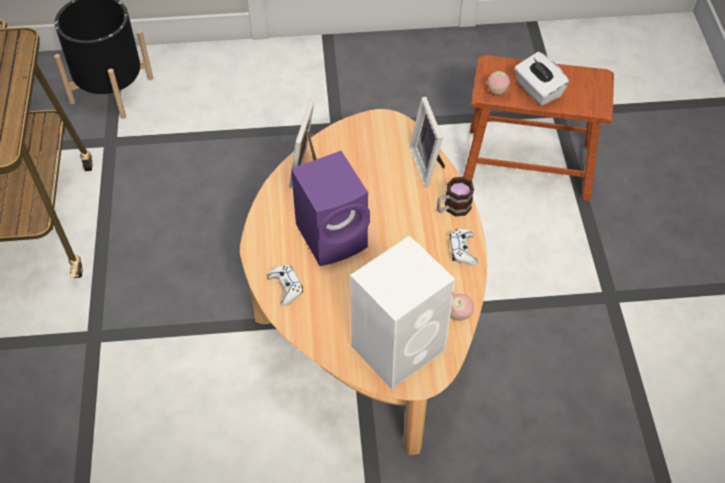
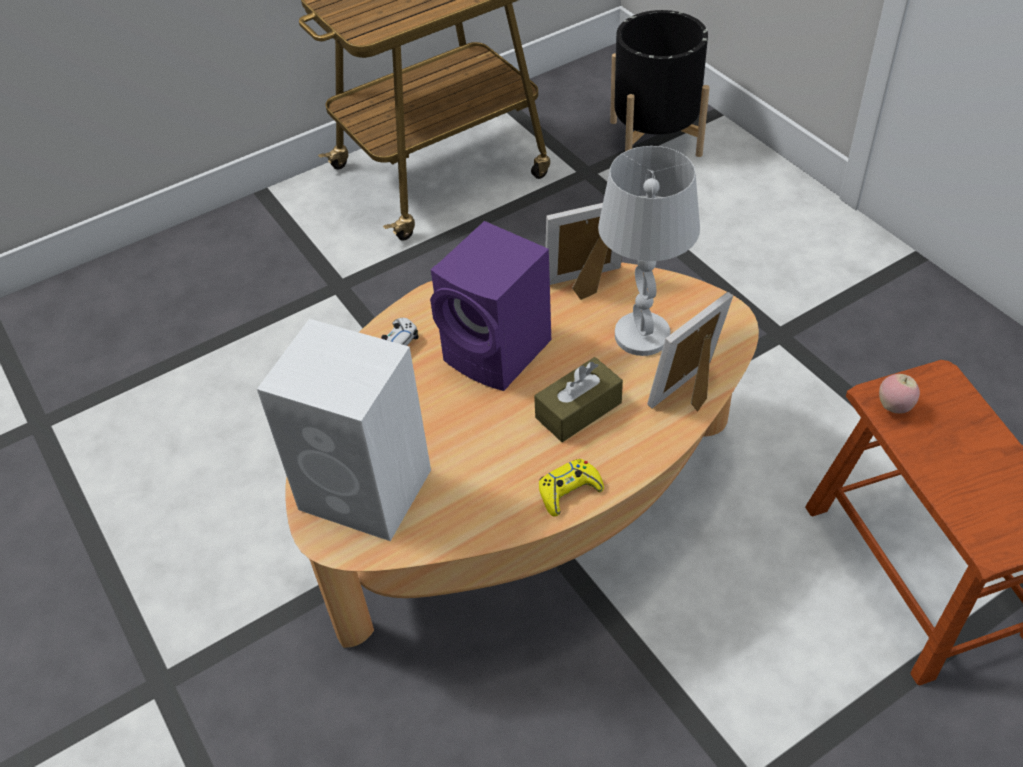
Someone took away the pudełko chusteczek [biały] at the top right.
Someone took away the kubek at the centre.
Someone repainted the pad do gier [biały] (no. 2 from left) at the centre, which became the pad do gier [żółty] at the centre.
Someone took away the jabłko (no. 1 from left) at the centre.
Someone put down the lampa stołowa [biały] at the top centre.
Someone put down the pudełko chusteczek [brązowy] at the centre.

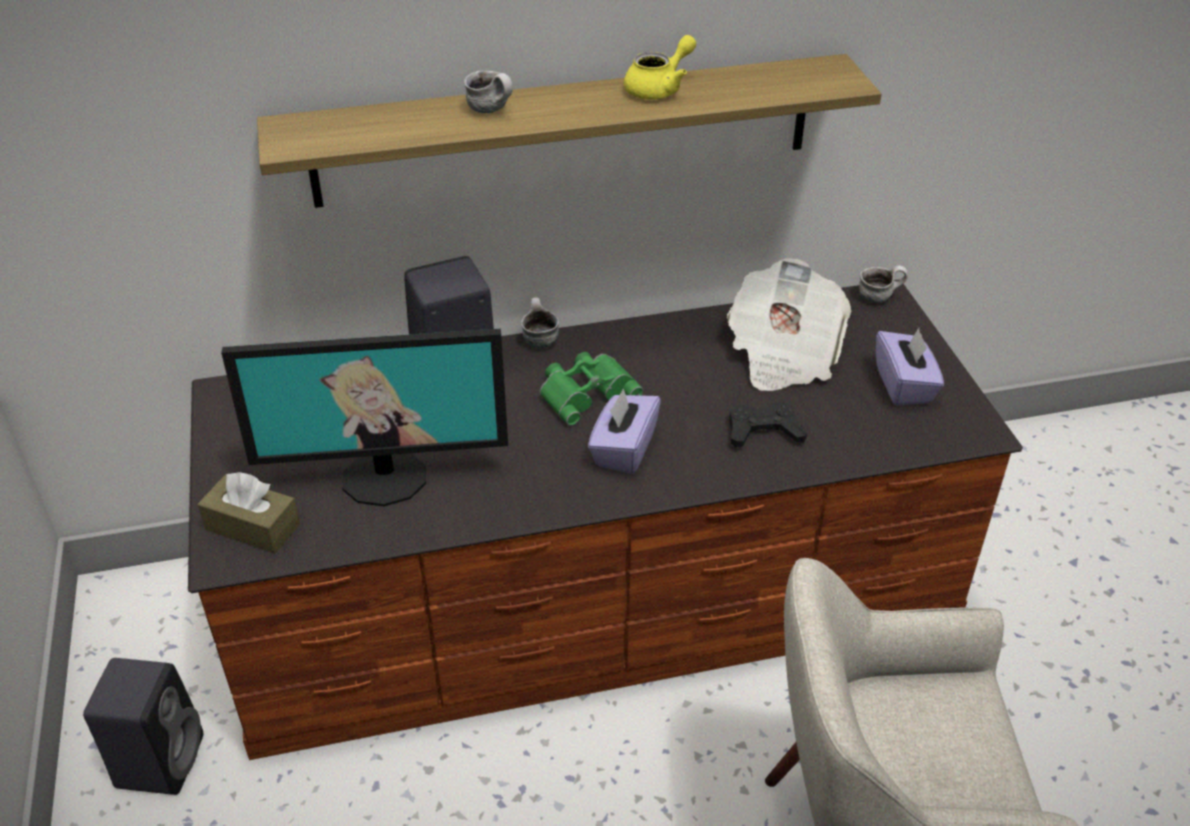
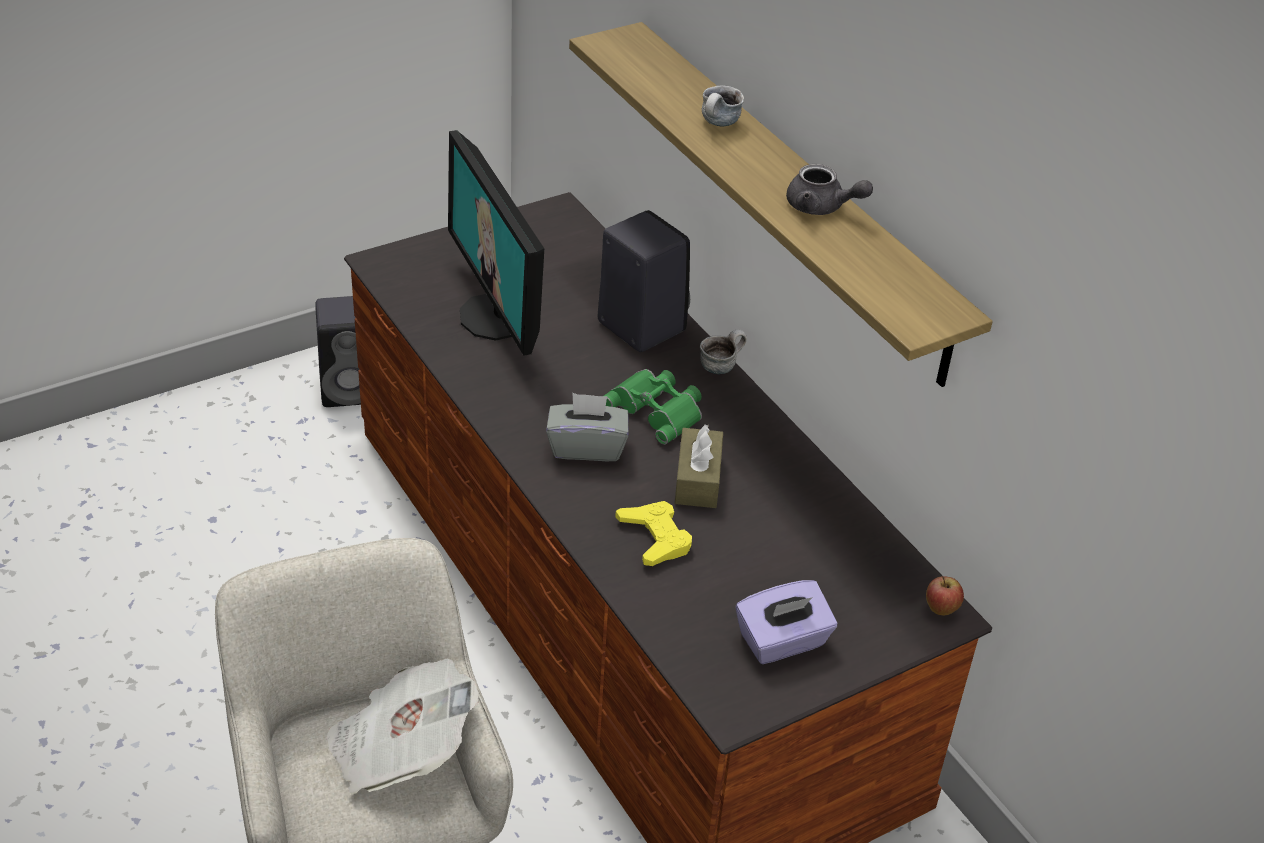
Someone repainted the imbryk [żółty] at the top centre, which became the imbryk [szary] at the top centre.
Someone carried the gazeta from the centre to the bottom left.
Someone swapped the kubek (no. 3 from left) at the middle right for the jabłko at the bottom right.
Someone repainted the pudełko chusteczek [fioletowy] (no. 1 from left) at the centre, which became the pudełko chusteczek [szary] at the centre.
Someone repainted the pad do gier [czarny] at the centre, which became the pad do gier [żółty] at the centre.
Someone carried the pudełko chusteczek [brązowy] from the middle left to the centre.

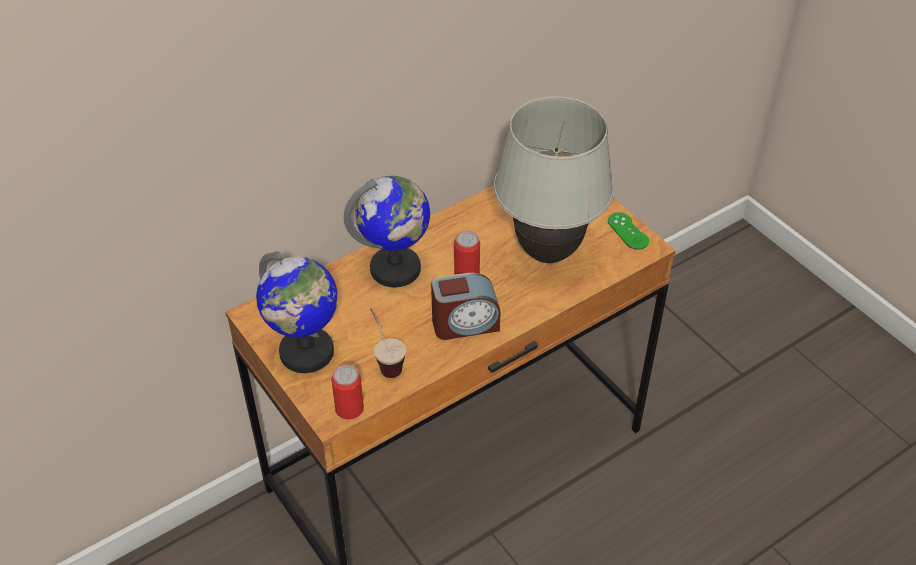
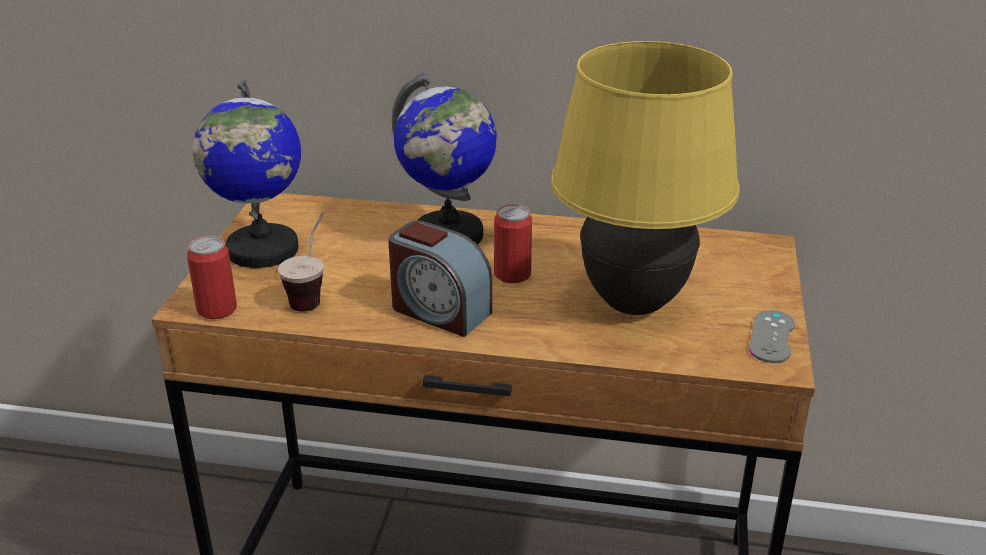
Someone repainted the lampa stołowa [biały] at the top centre, which became the lampa stołowa [żółty] at the top centre.
Someone repainted the pad do gier [zielony] at the middle right, which became the pad do gier [szary] at the middle right.

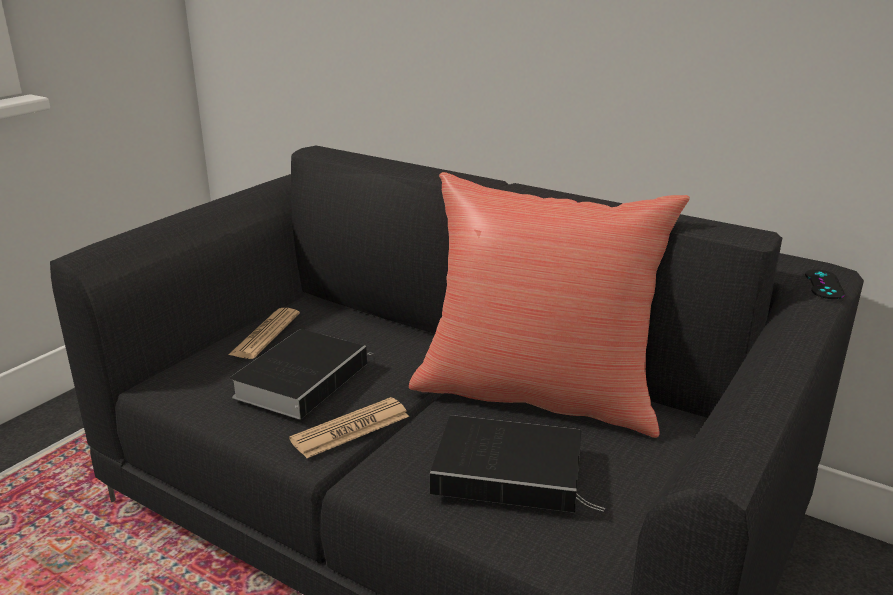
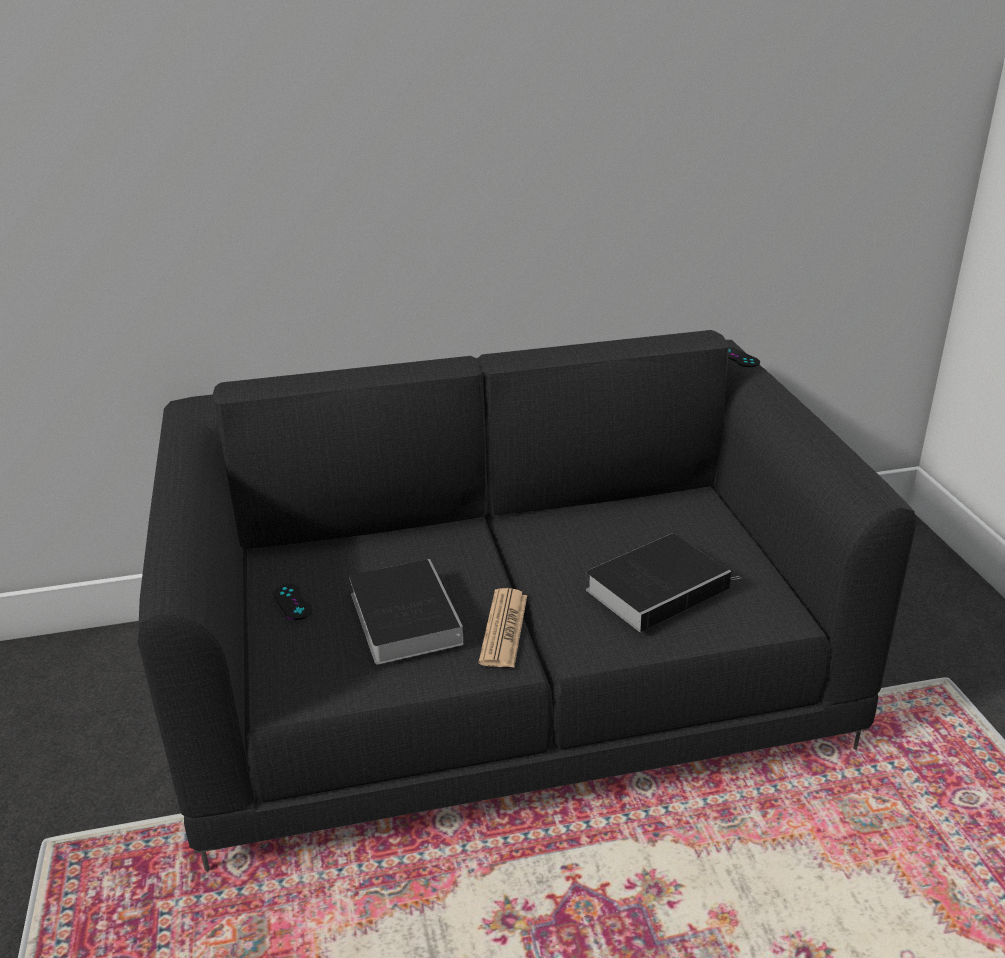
Someone took away the poduszka [czerwony] at the centre.
Someone swapped the gazeta (no. 1 from left) at the middle left for the pad do gier [czarny] (no. 1 from left) at the middle left.

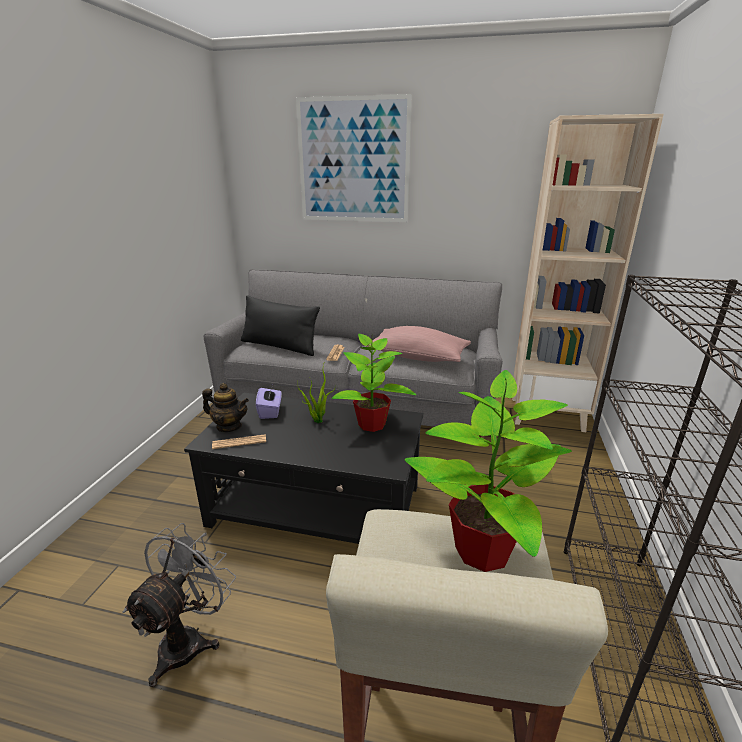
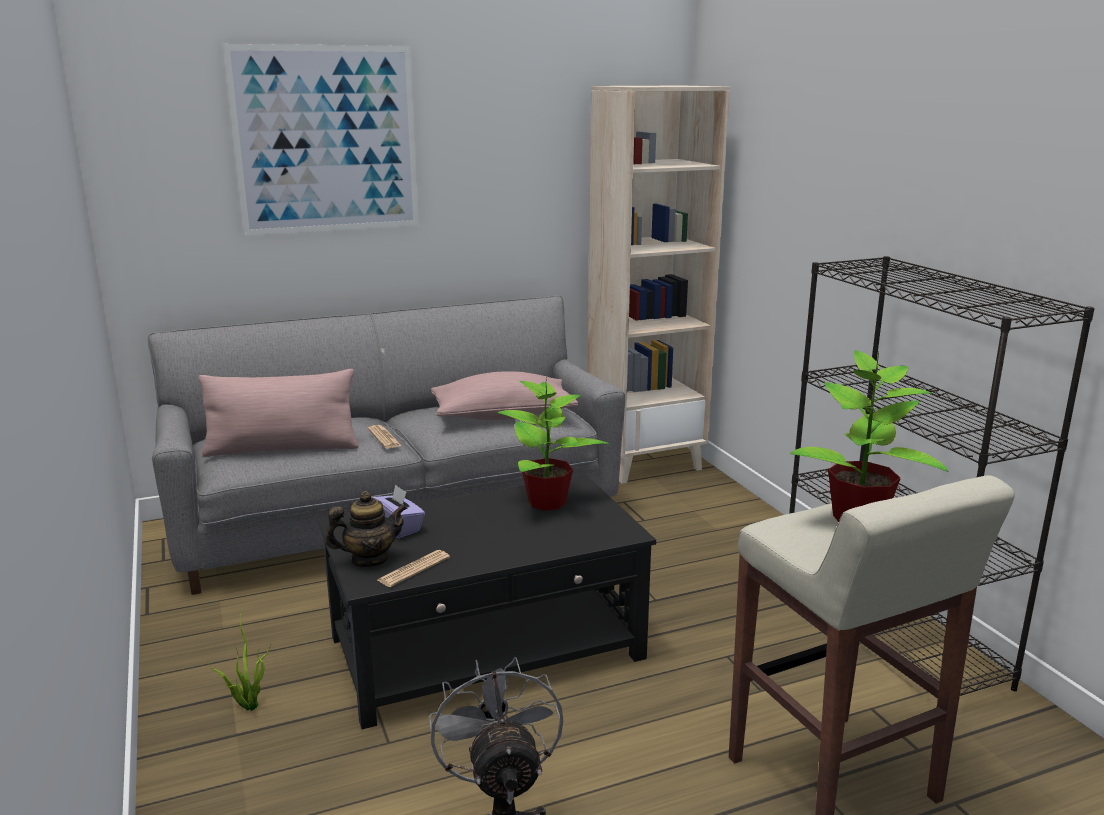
Someone repainted the poduszka [czarny] at the centre, which became the poduszka [różowy] (no. 1 from left) at the middle left.
Someone carried the roślina doniczkowa (no. 1 from left) from the centre to the bottom left.

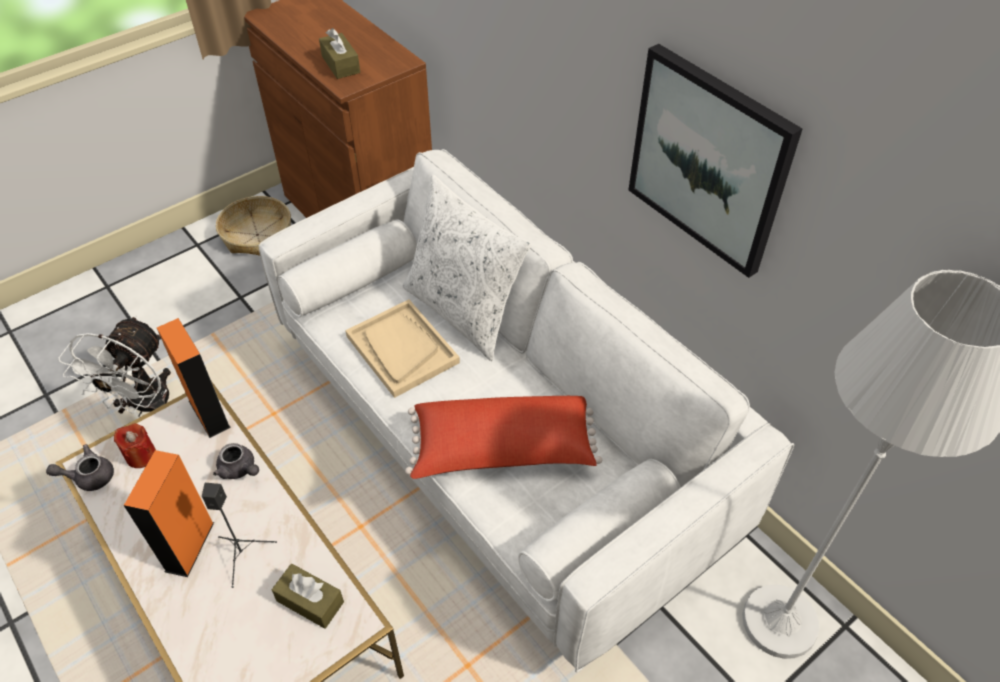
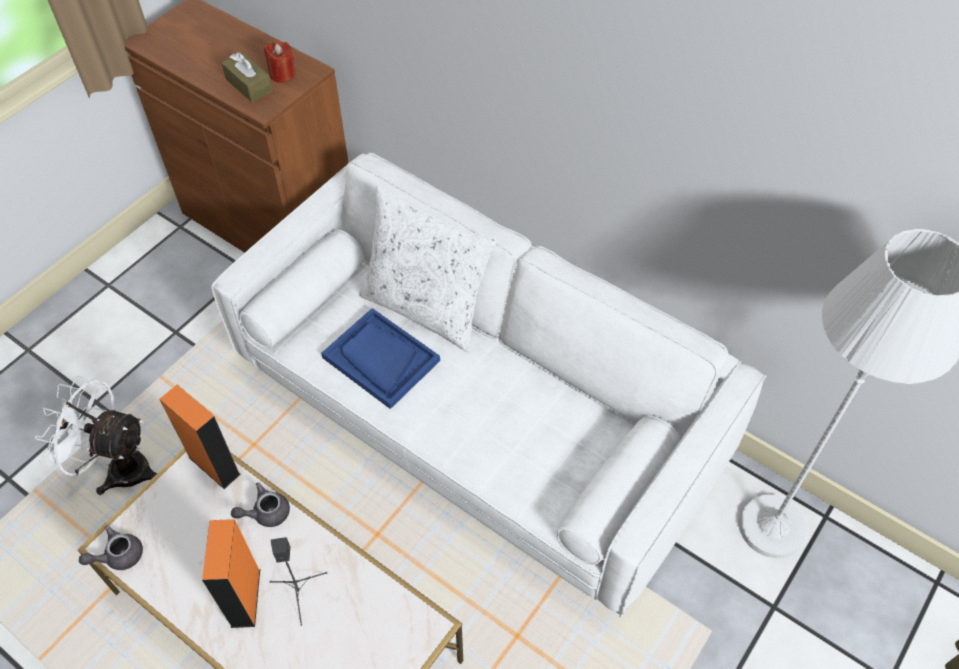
Someone took away the obraz at the top right.
Someone took away the koszyk at the top left.
Someone repainted the taca [beżowy] at the centre, which became the taca [niebieski] at the centre.
Someone rotated the wentylator [biały] at the middle left by 105 degrees clockwise.
Someone took away the poduszka [czerwony] at the centre.
Someone carried the świeca [czerwony] from the middle left to the top left.
Someone rotated the imbryk [szary] (no. 2 from left) at the bottom left by 135 degrees clockwise.
Someone took away the pudełko chusteczek [brązowy] (no. 1 from left) at the bottom left.

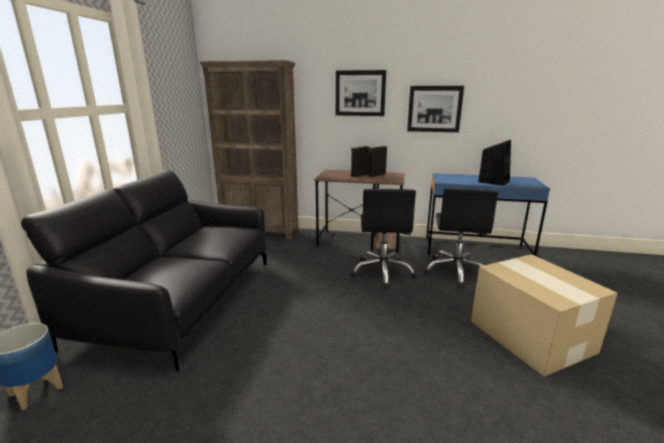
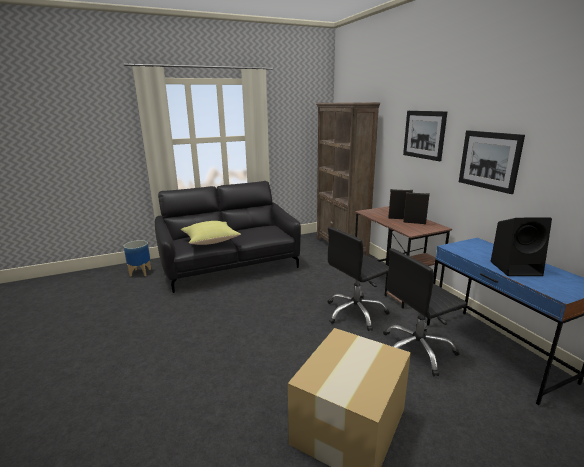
Someone put down the poduszka [żółty] at the centre.

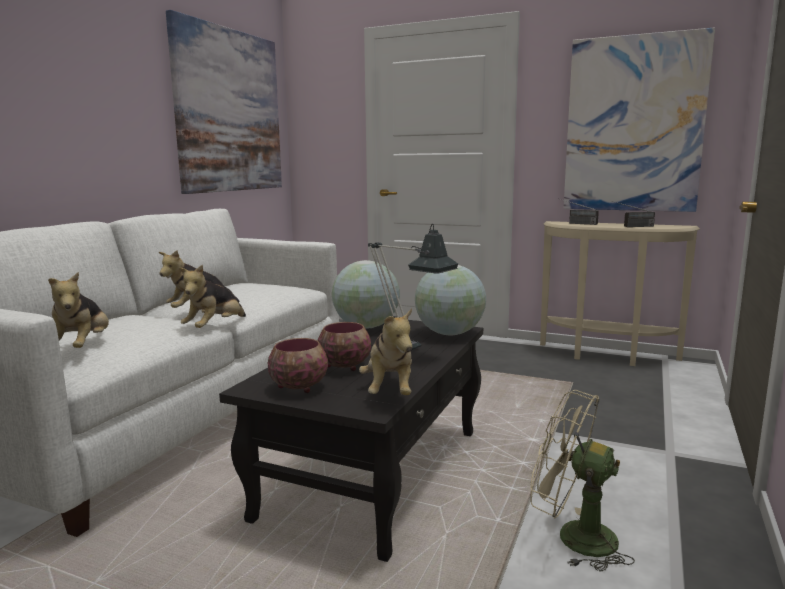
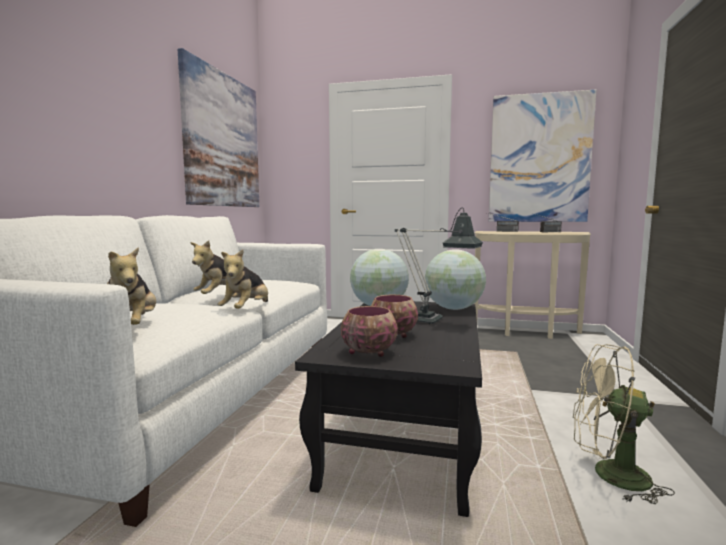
Someone took away the pluszak (no. 4 from left) at the centre.

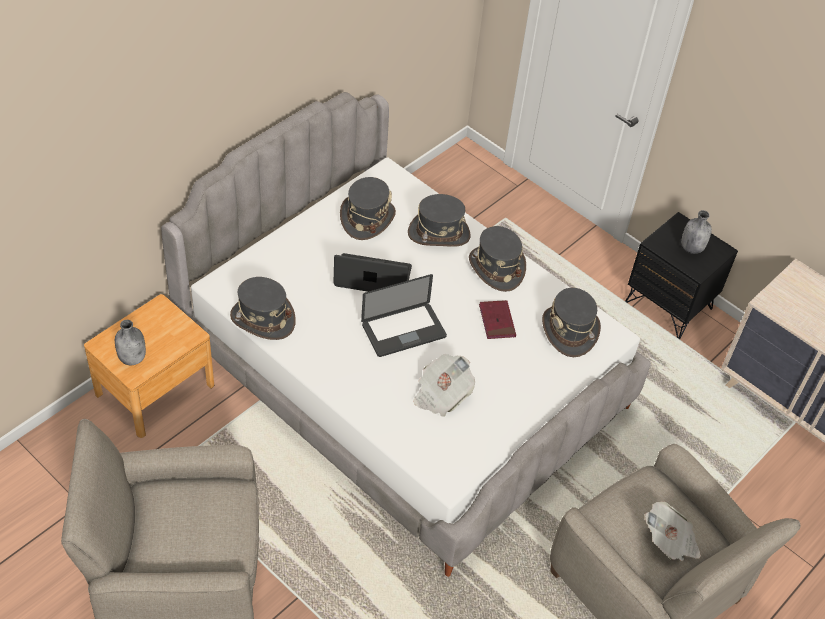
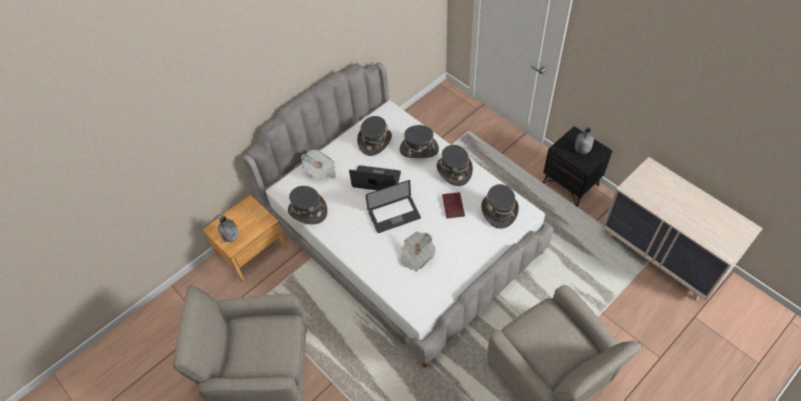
Someone carried the gazeta (no. 2 from left in the first image) from the bottom right to the centre.

